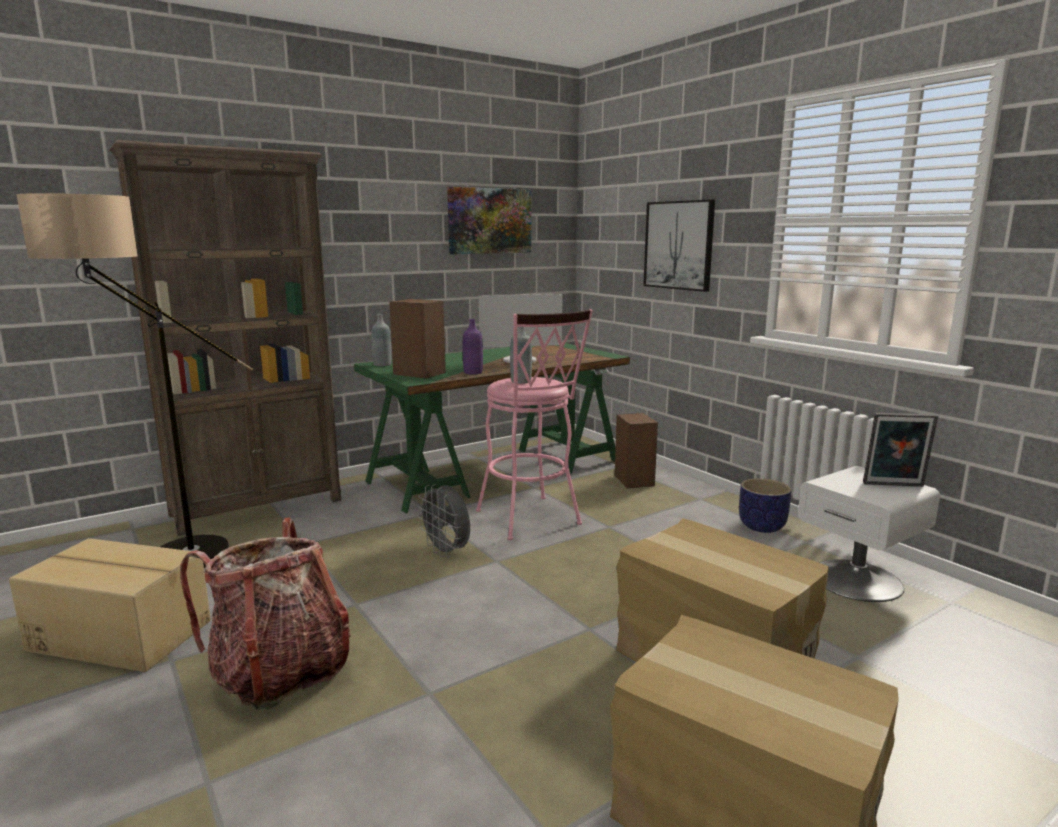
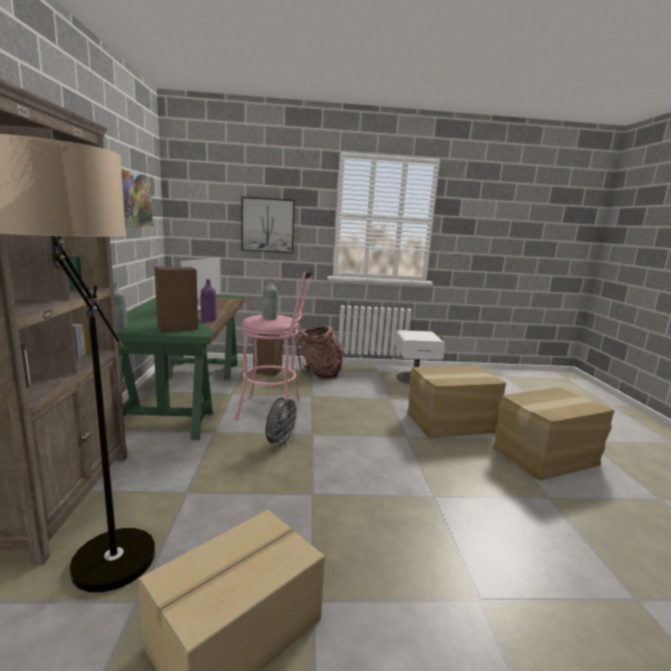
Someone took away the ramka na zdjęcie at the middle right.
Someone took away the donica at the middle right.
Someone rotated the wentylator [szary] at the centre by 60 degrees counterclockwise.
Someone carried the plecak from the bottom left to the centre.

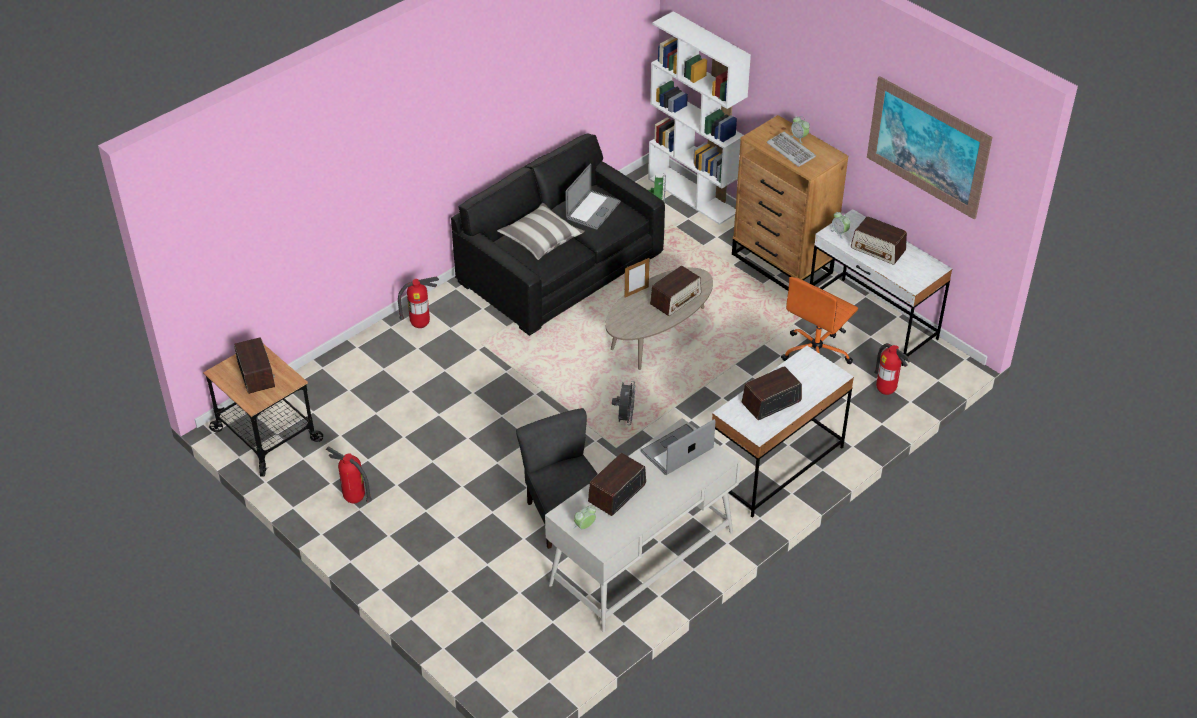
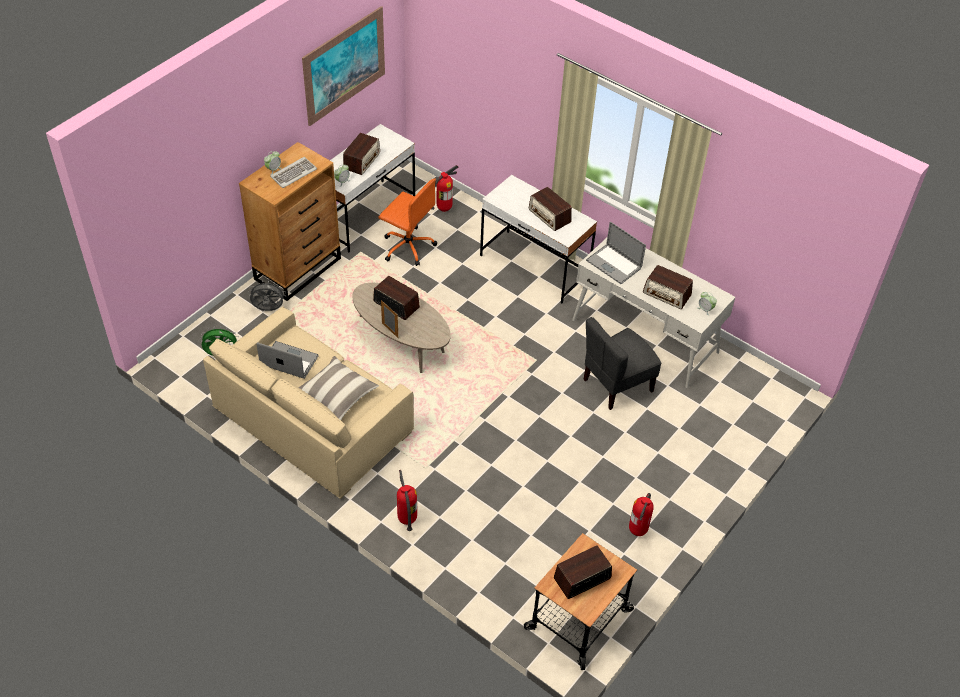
Someone took away the regał [biały] at the top centre.
Someone repainted the kanapa [czarny] at the top centre, which became the kanapa [beżowy] at the middle left.
Someone carried the wentylator [szary] from the centre to the middle left.

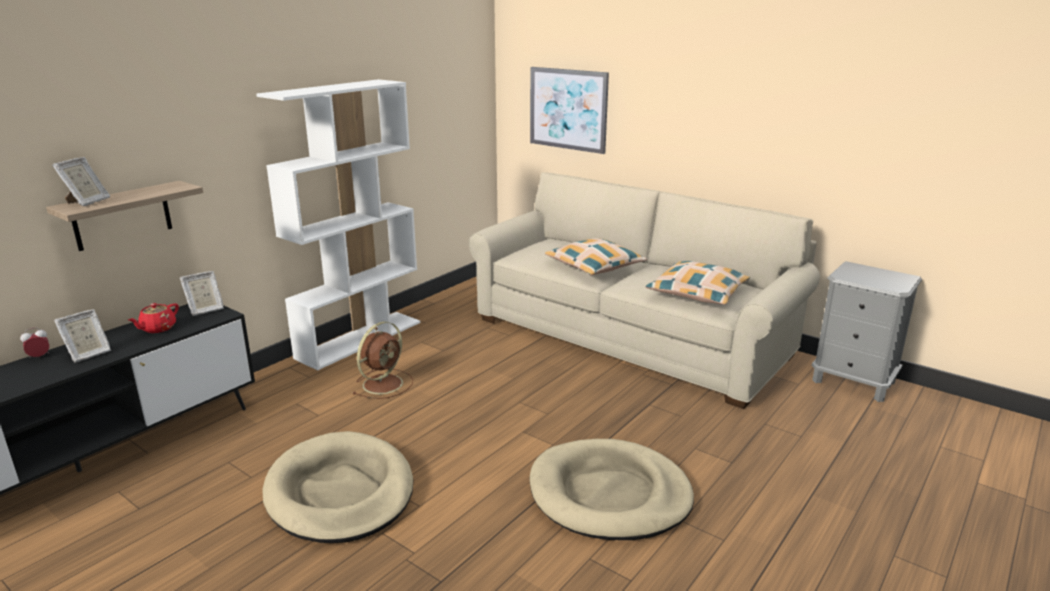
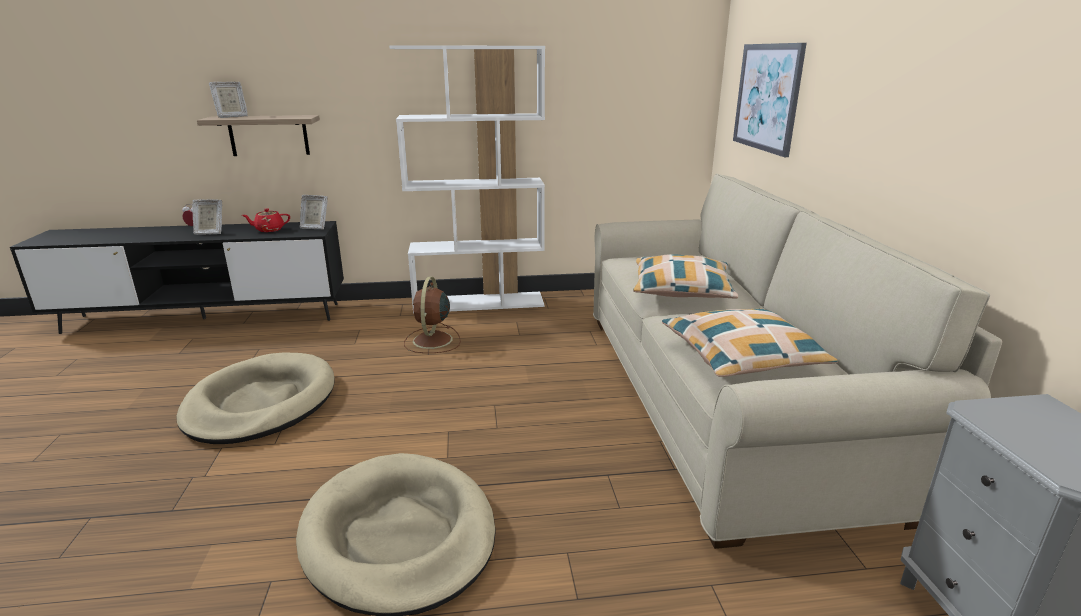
Someone rotated the wentylator [brązowy] at the centre by 105 degrees clockwise.

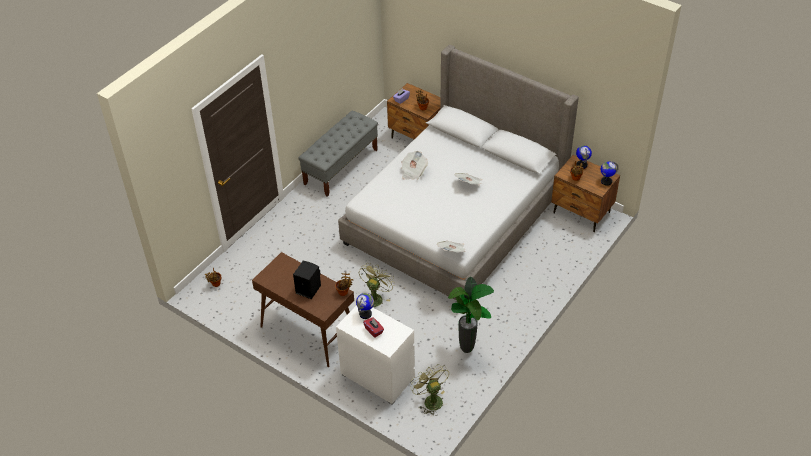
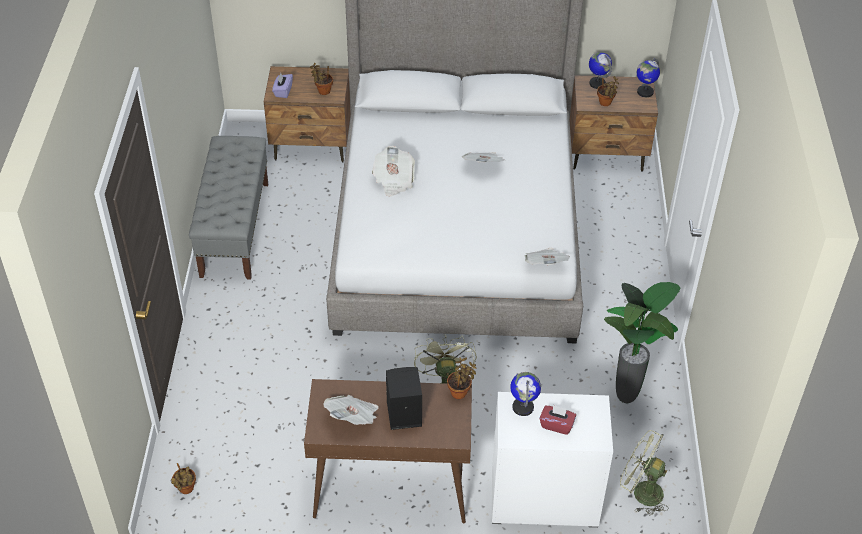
Someone put down the gazeta (no. 1 from left) at the bottom centre.

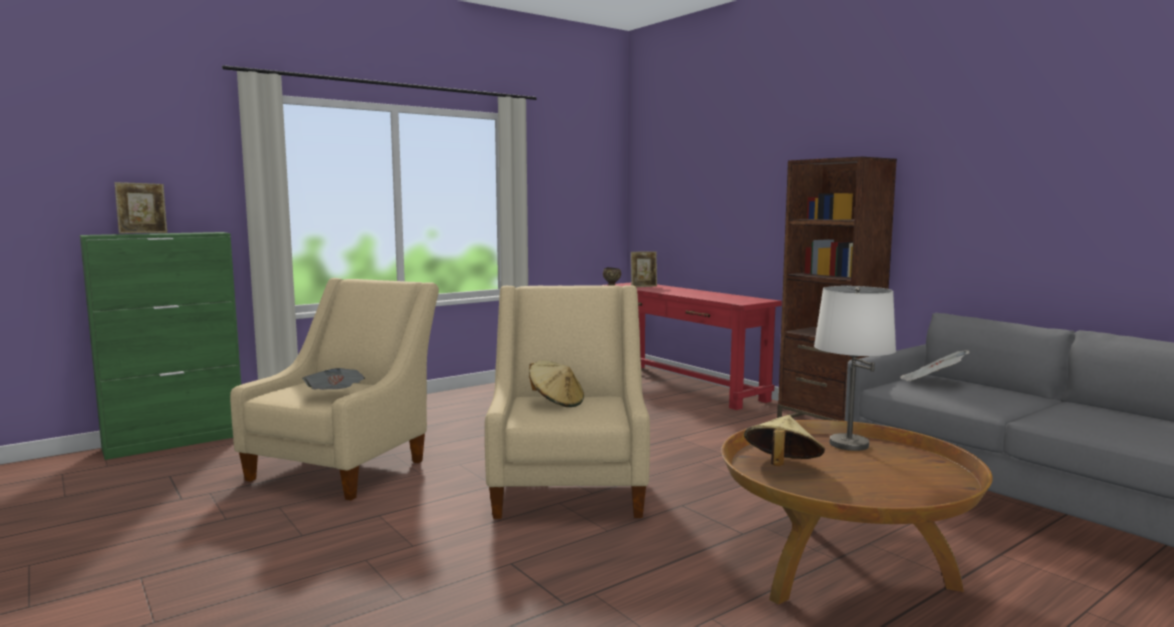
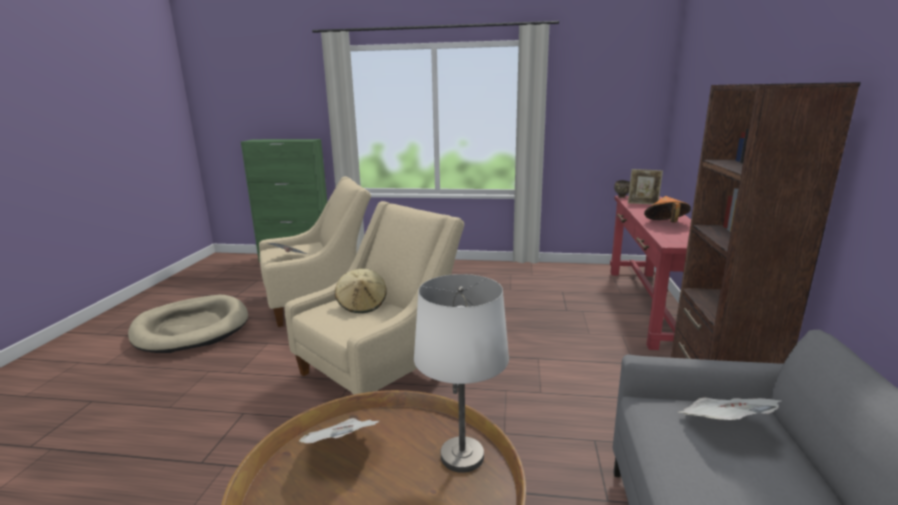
Someone took away the ramka na zdjęcie (no. 1 from left) at the top left.
Someone swapped the kapelusz [beżowy] (no. 2 from left) at the bottom right for the gazeta (no. 2 from left) at the bottom centre.
Someone put down the kapelusz [pomarańczowy] at the middle right.
Someone put down the legowisko [beżowy] at the middle left.

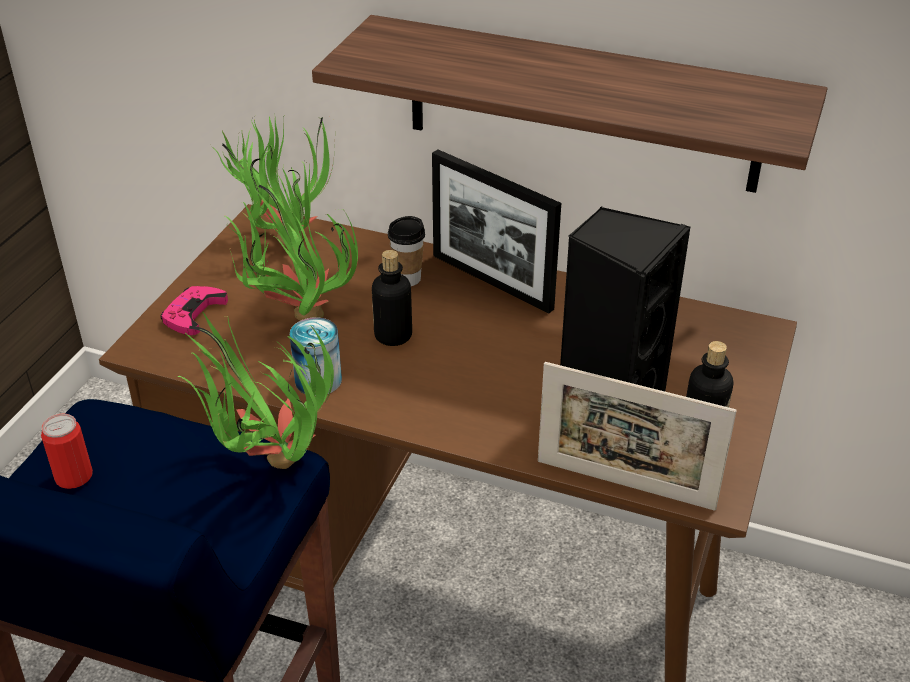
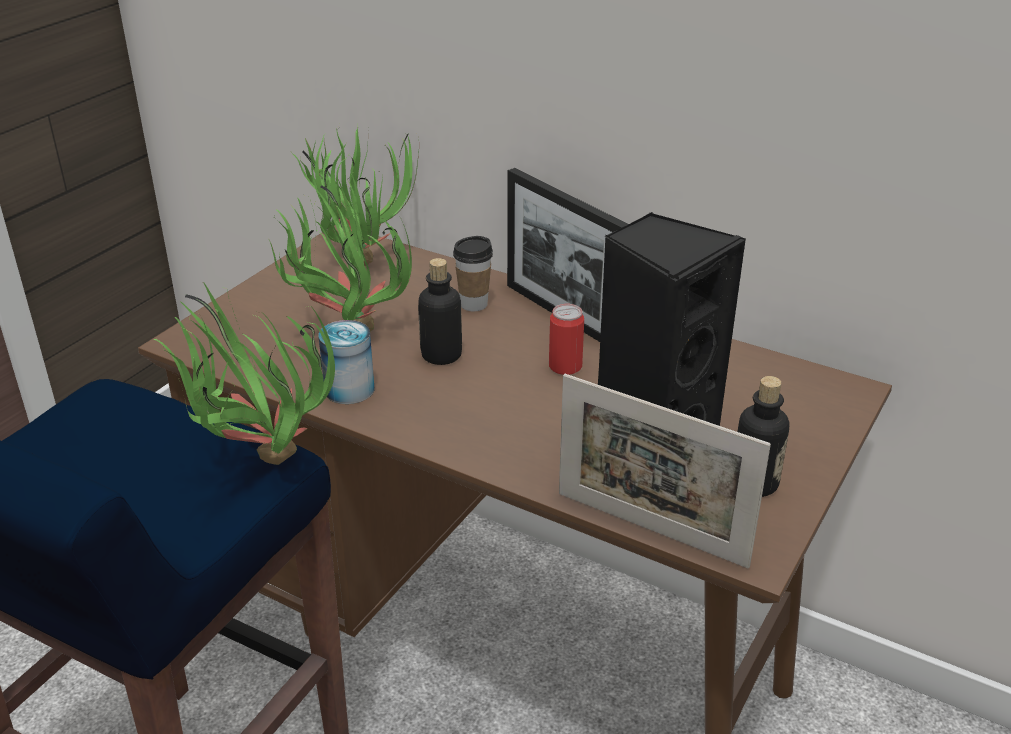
Someone took away the półka at the top centre.
Someone took away the pad do gier [różowy] at the middle left.
Someone carried the puszka (no. 1 from left in the first image) from the middle left to the centre.

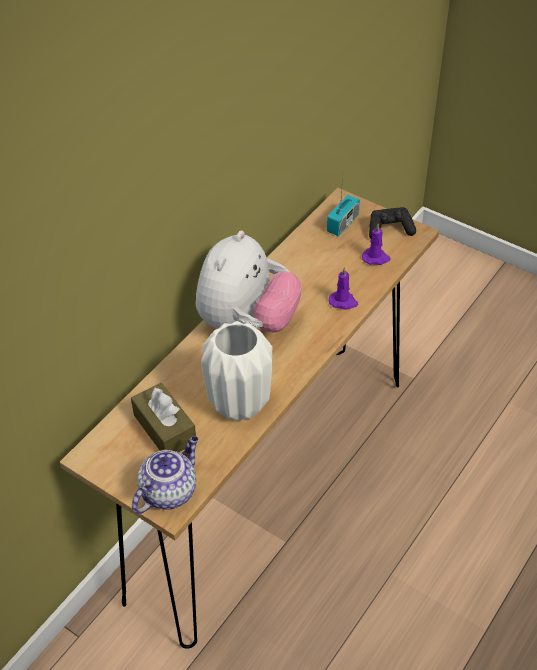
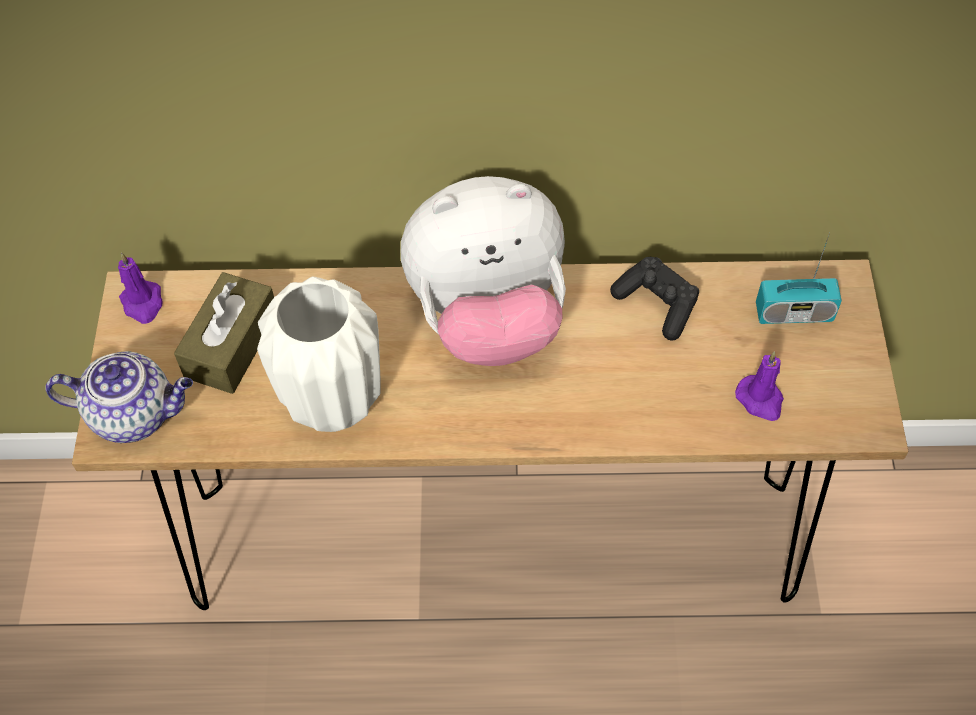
Someone carried the pad do gier [czarny] from the top right to the middle right.
Someone carried the świeca [fioletowy] (no. 1 from left) from the centre to the middle left.

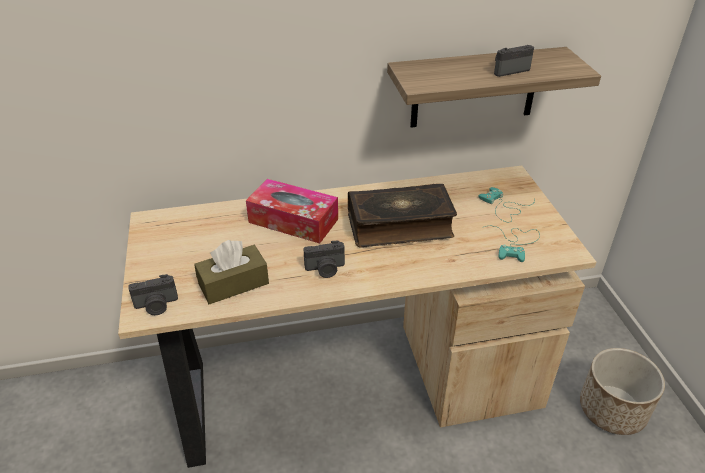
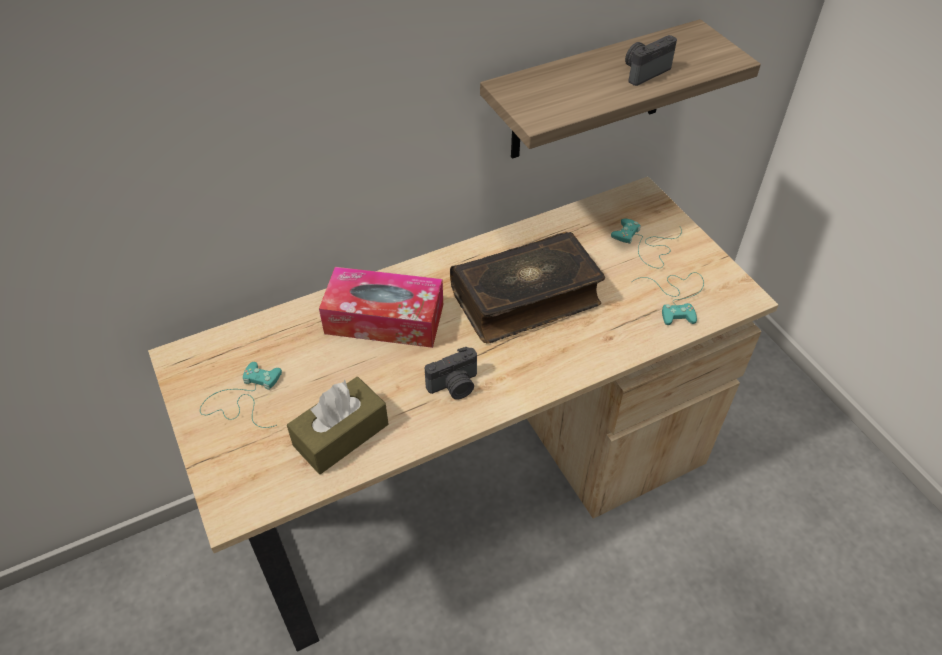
Someone took away the aparat fotograficzny (no. 1 from left) at the middle left.
Someone took away the donica at the bottom right.
Someone put down the pad do gier [turkusowy] (no. 1 from left) at the middle left.

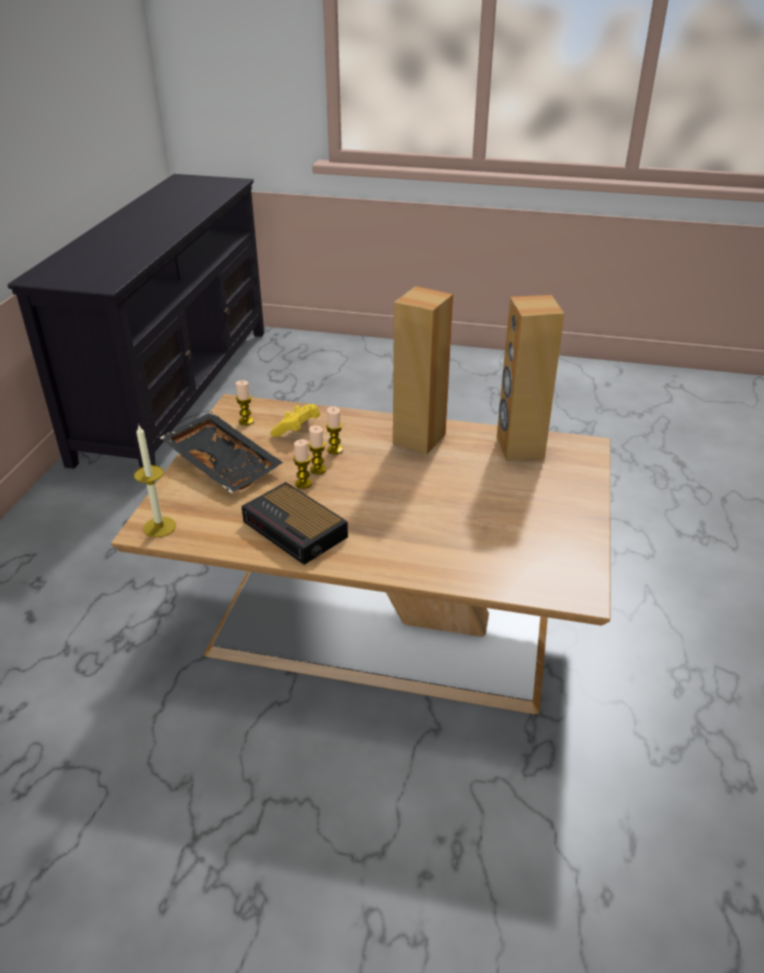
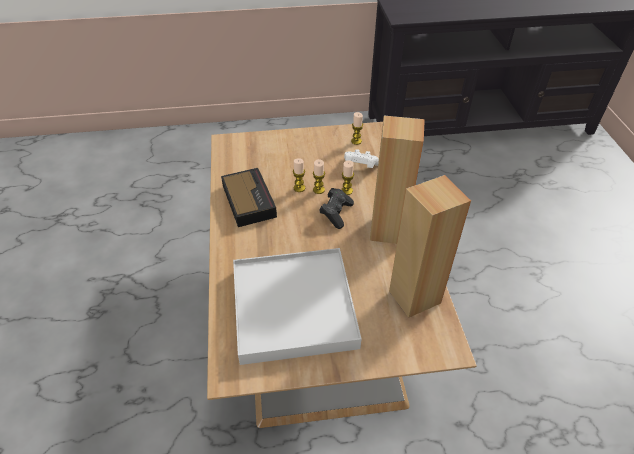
Someone repainted the pad do gier [żółty] at the centre, which became the pad do gier [biały] at the centre.
Someone took away the taca [czarny] at the middle left.
Someone took away the świeca (no. 1 from left) at the middle left.
Someone rotated the budzik at the centre by 135 degrees clockwise.
Someone put down the pad do gier [czarny] at the centre.
Someone put down the taca [biały] at the bottom centre.

